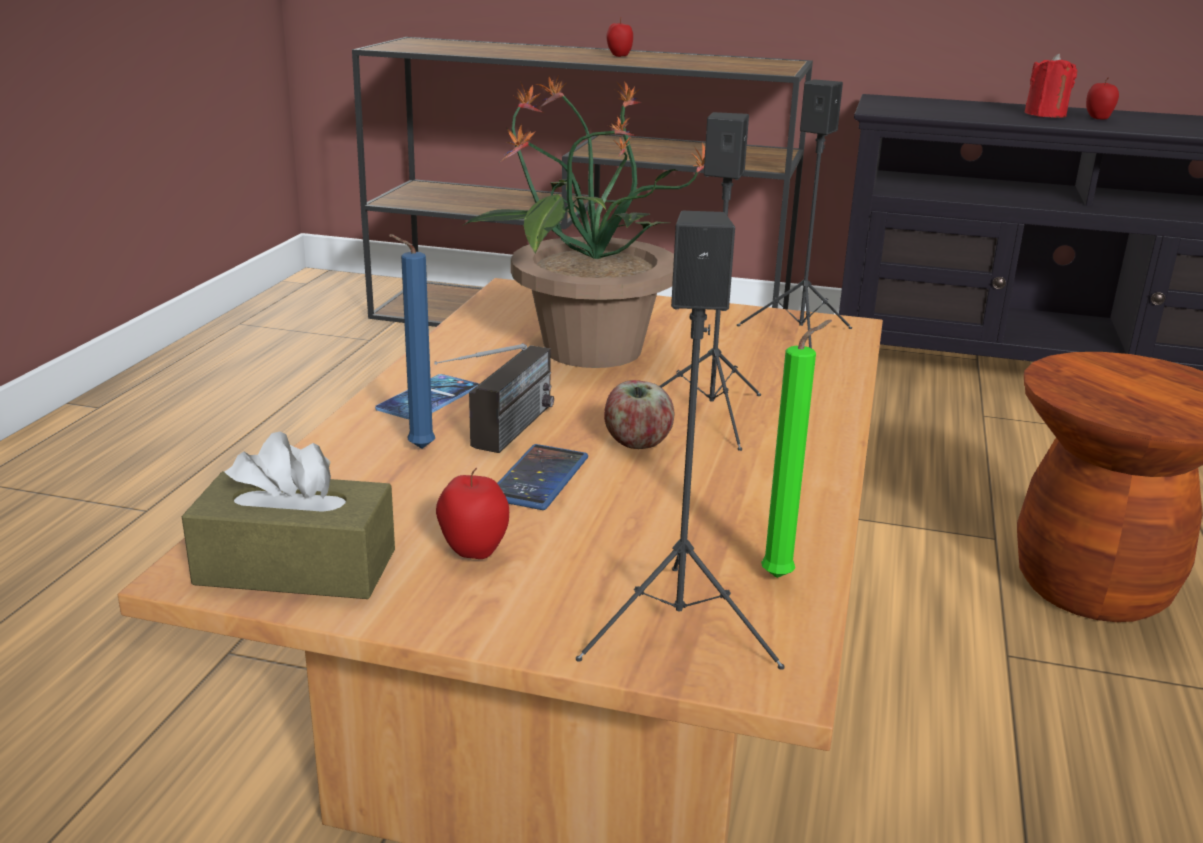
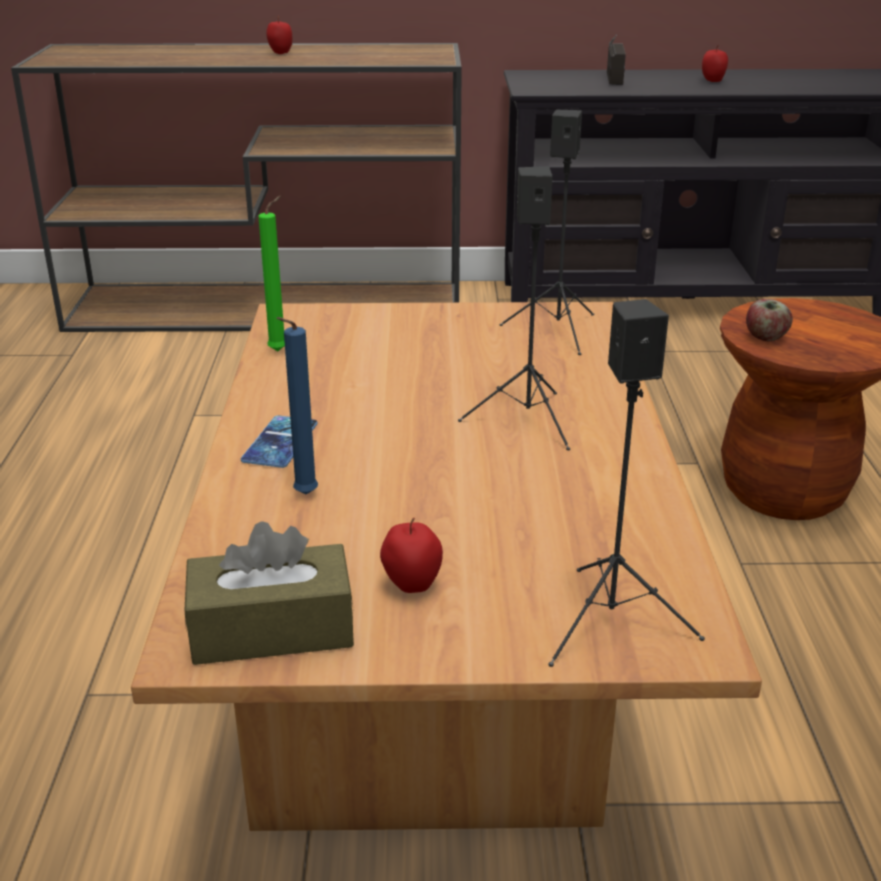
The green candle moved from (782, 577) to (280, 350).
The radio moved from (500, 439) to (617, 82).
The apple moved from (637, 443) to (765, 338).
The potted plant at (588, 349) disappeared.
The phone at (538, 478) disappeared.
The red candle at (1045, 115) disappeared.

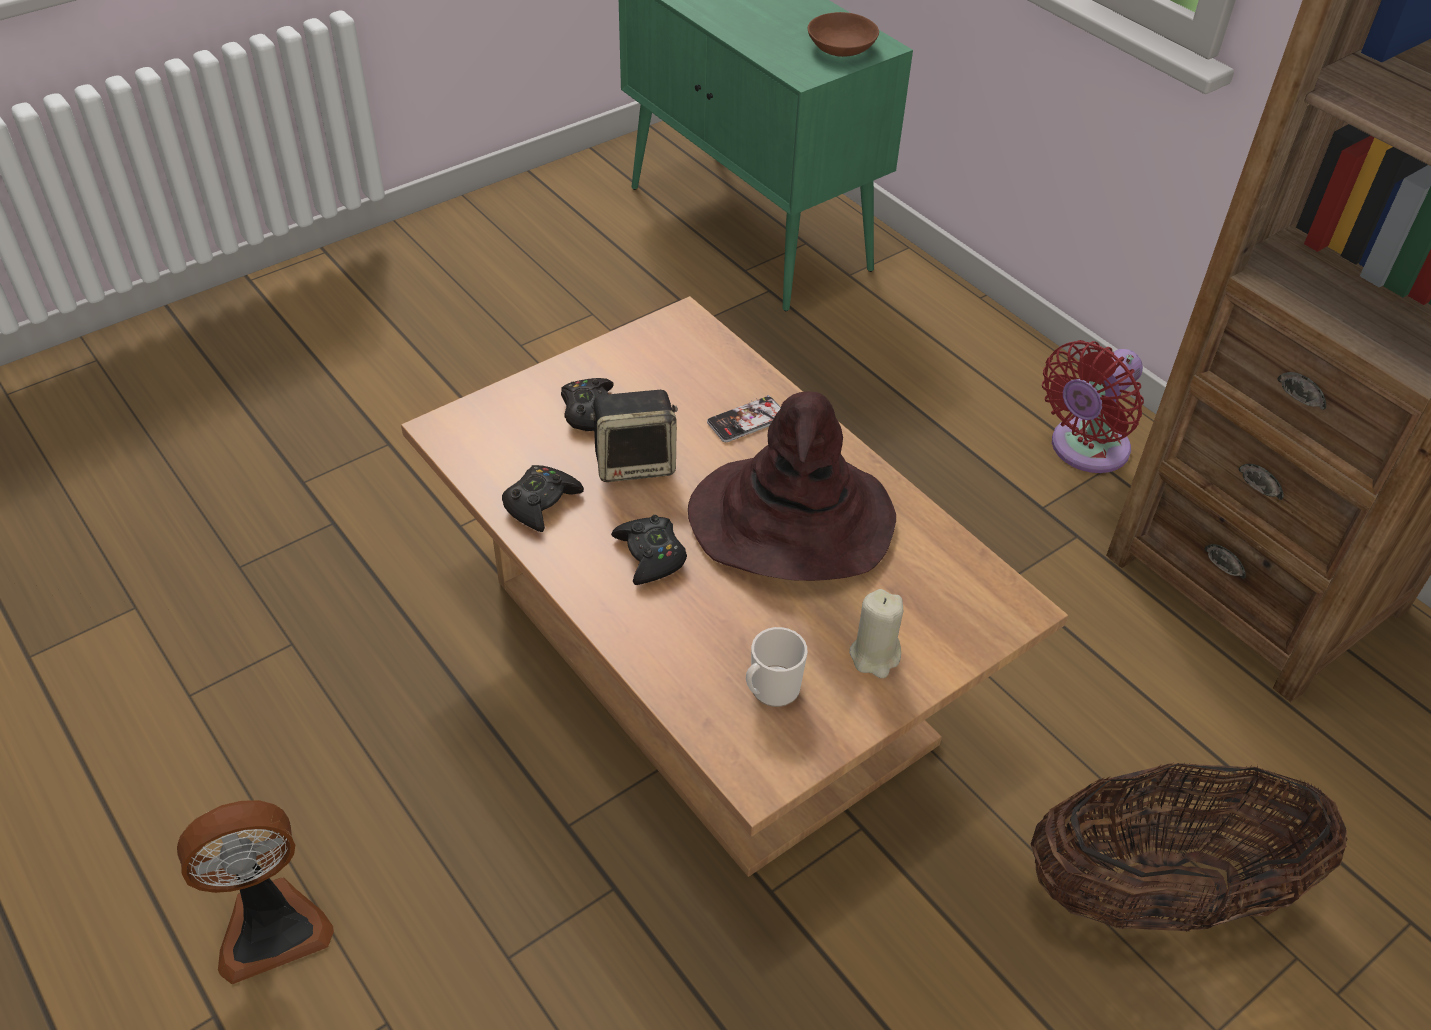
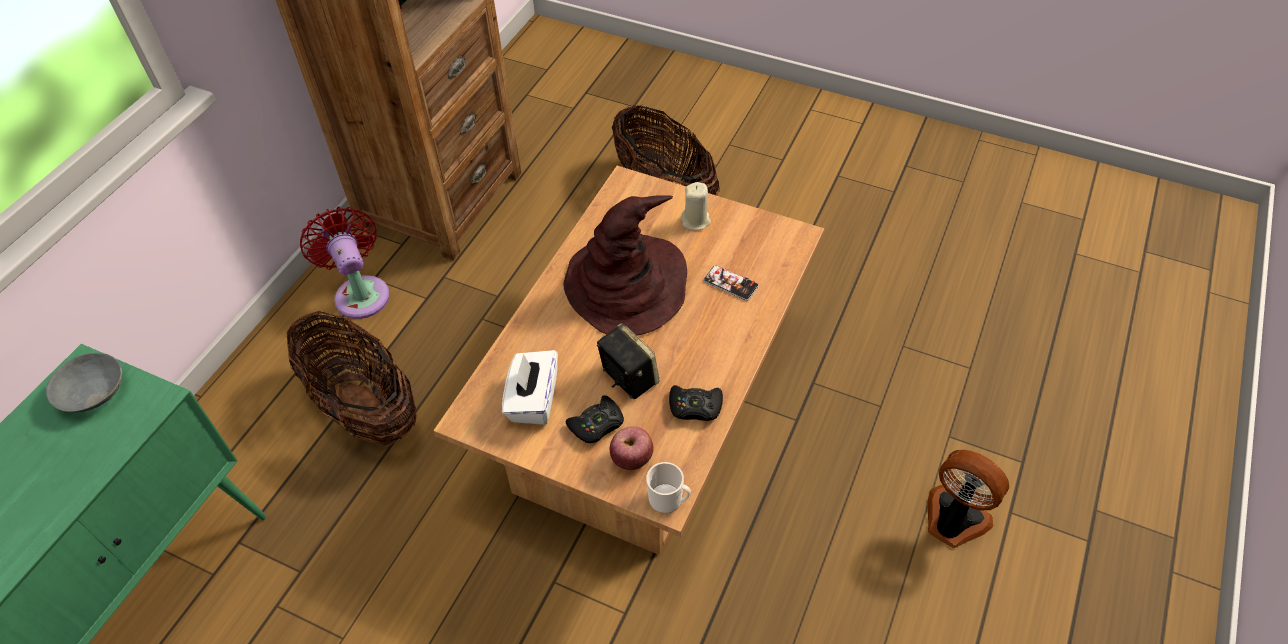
The brown bowl at (839, 47) became the grey bowl at (92, 393).
The basket at (364, 408) appeared.
The red fan at (1084, 450) turned 135 degrees counterclockwise.
The white tissue box at (533, 400) appeared.
The apple at (632, 459) appeared.
The mug moved from (770, 690) to (669, 500).
The phone moved from (747, 420) to (730, 283).
The black game controller at (650, 555) disappeared.

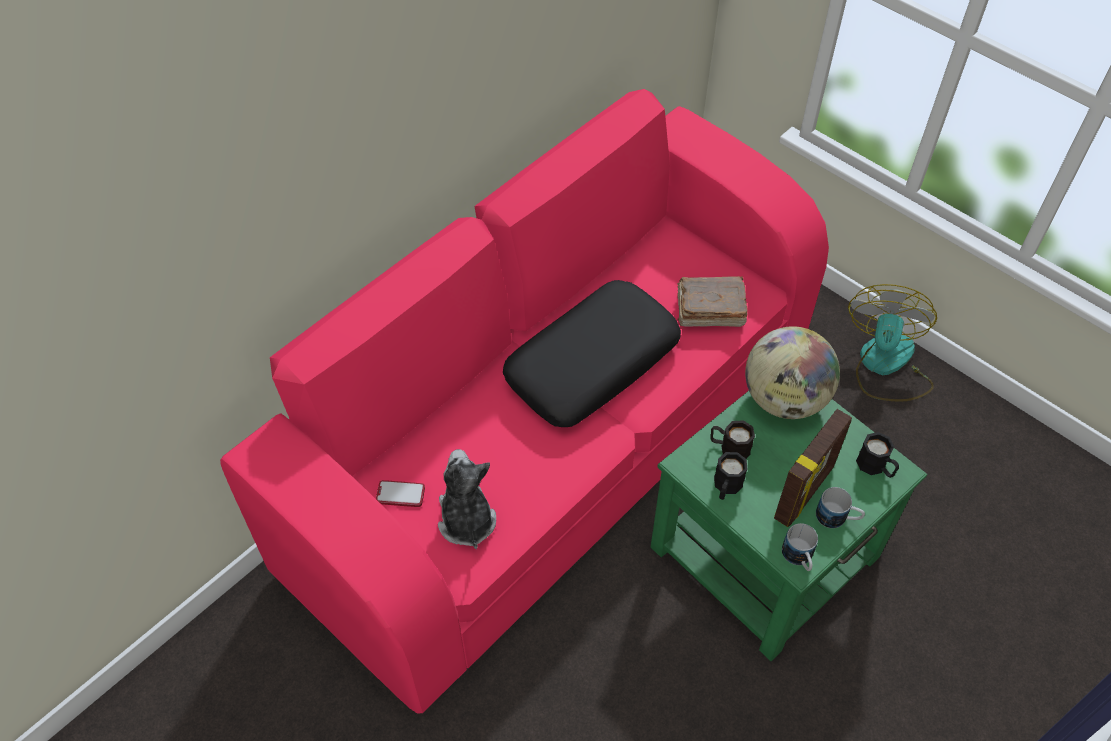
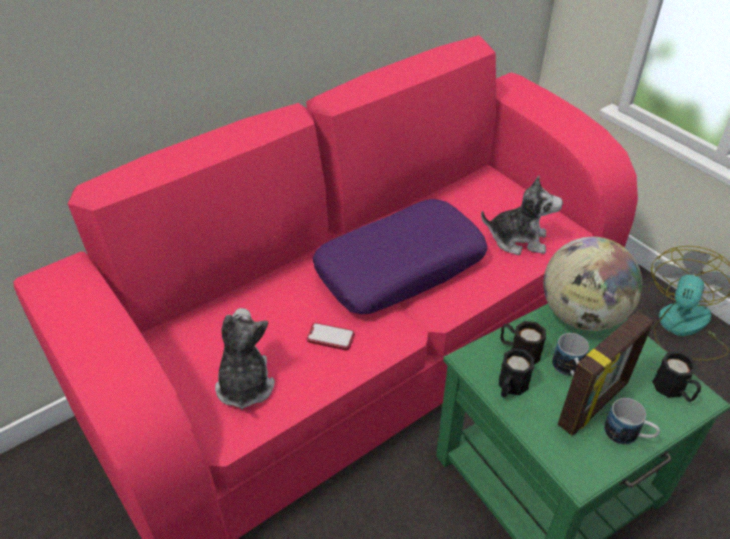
The phone moved from (400, 494) to (330, 337).
The black pillow at (592, 363) became the purple pillow at (400, 267).
The brown book at (709, 311) was replaced by the plush toy at (518, 239).
The mug moved from (799, 558) to (568, 370).

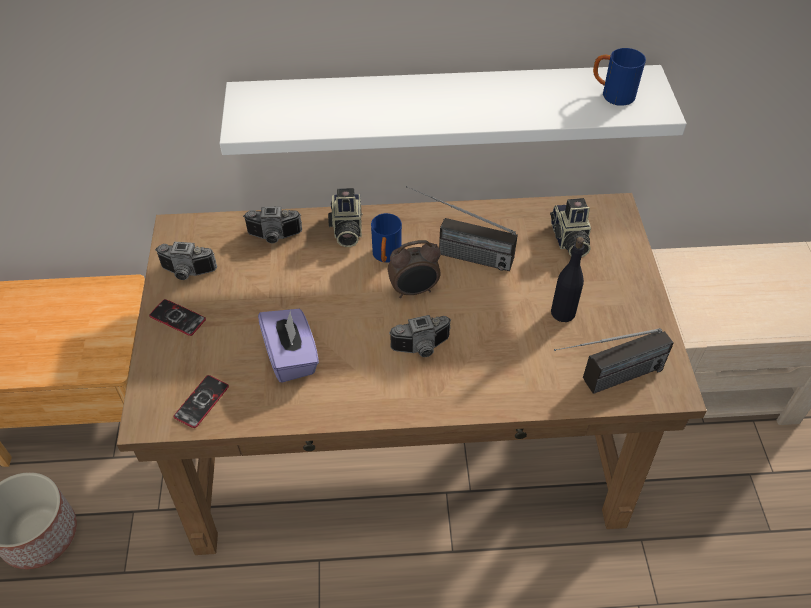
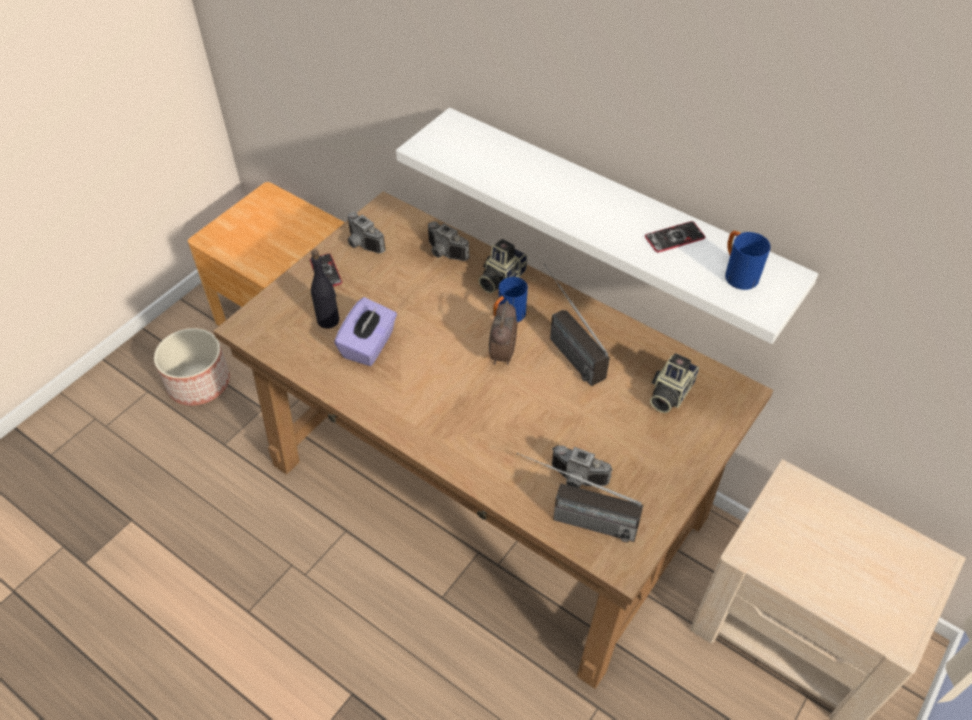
The black bottle moved from (563, 312) to (328, 320).
The alarm clock at (414, 291) turned 75 degrees clockwise.
The photo camera moved from (422, 348) to (576, 480).
The phone moved from (201, 402) to (674, 238).

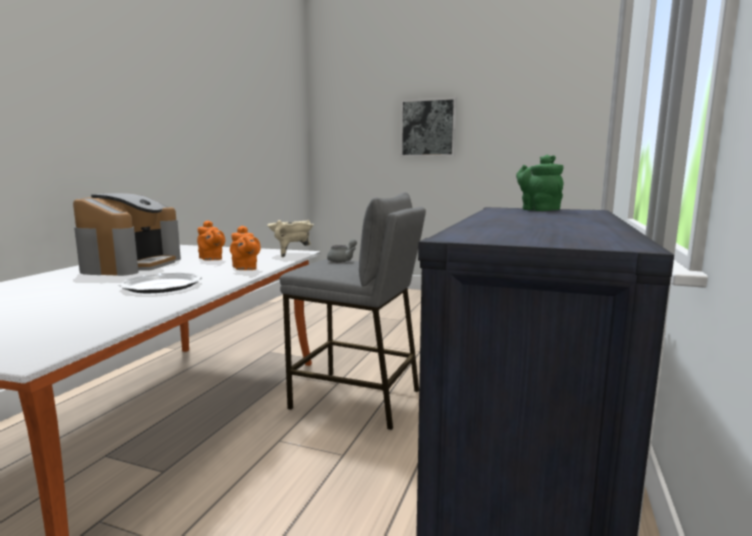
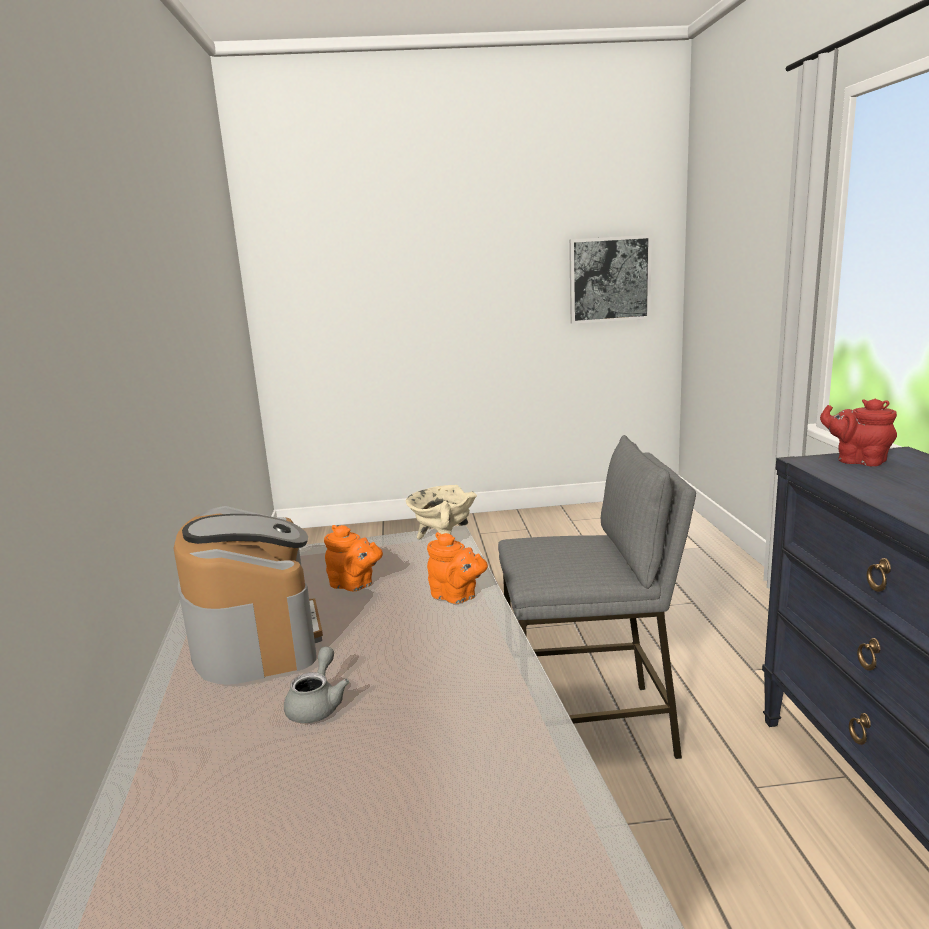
The grey teapot moved from (343, 260) to (317, 704).
The picture moved from (428, 128) to (609, 279).
The green teapot at (538, 209) became the red teapot at (857, 460).
The plate at (161, 286) disappeared.

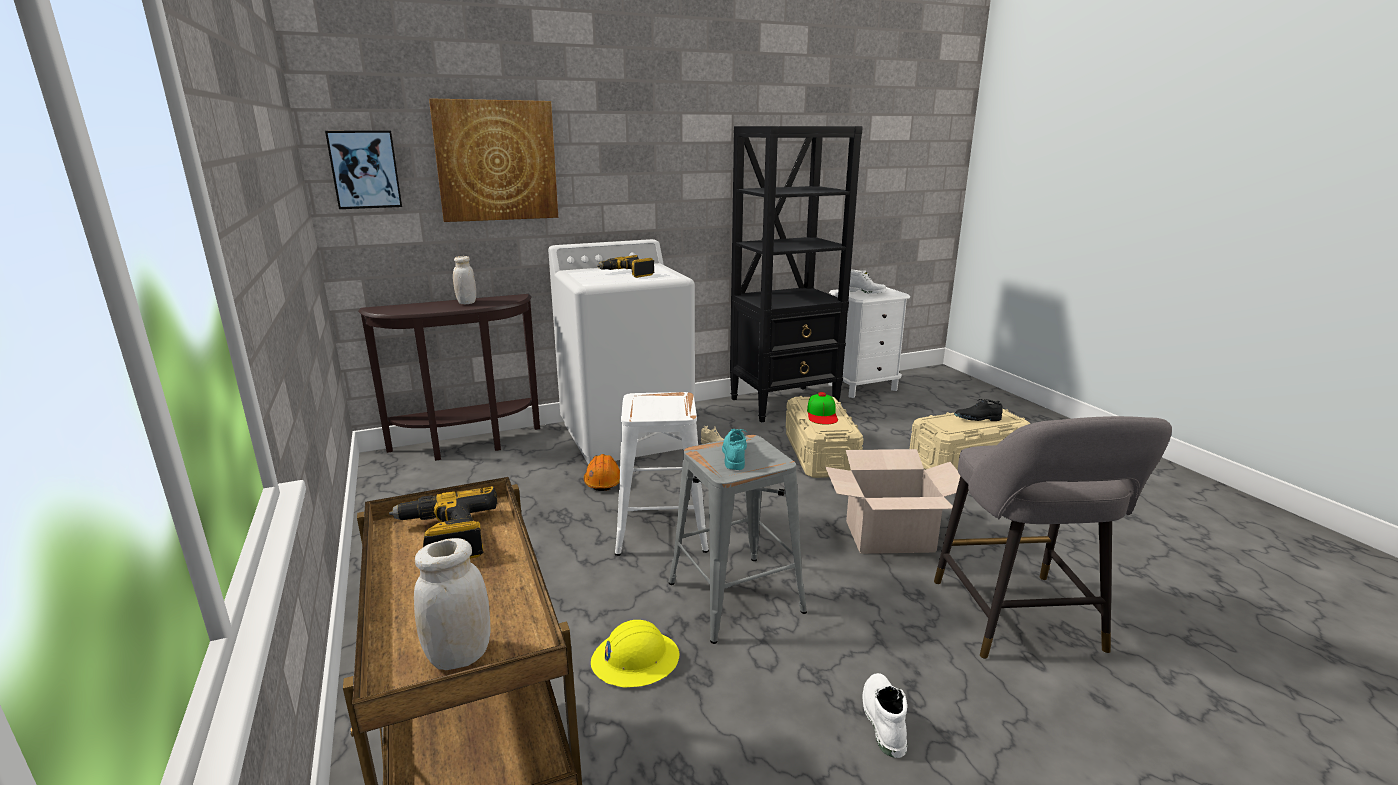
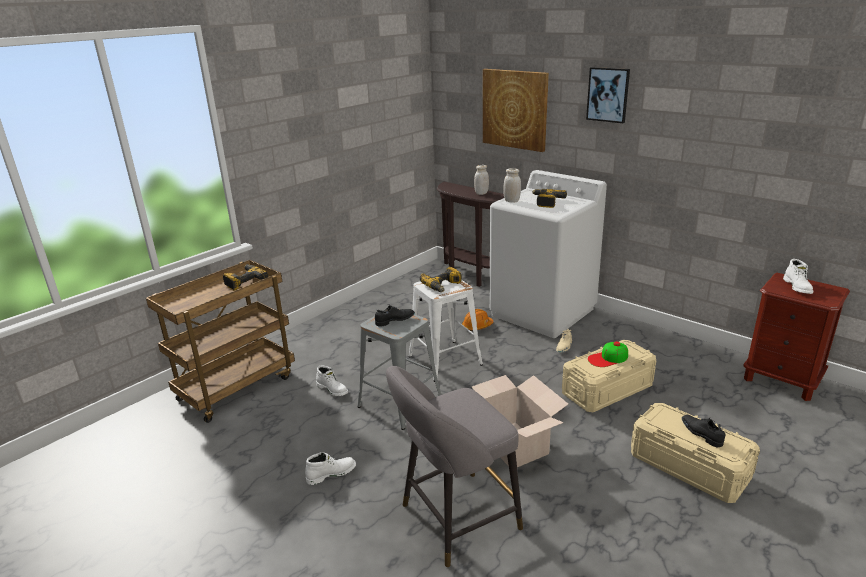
The yellow hard hat at (635, 660) was replaced by the white boot at (332, 389).
The turquoise shoe at (734, 455) became the black shoe at (395, 320).
The power drill at (443, 286) appeared.
The white jar moved from (459, 656) to (511, 201).
The picture moved from (365, 169) to (608, 94).
The white nightstand at (862, 387) became the brown nightstand at (781, 380).
The black bookcase at (784, 404) disappeared.

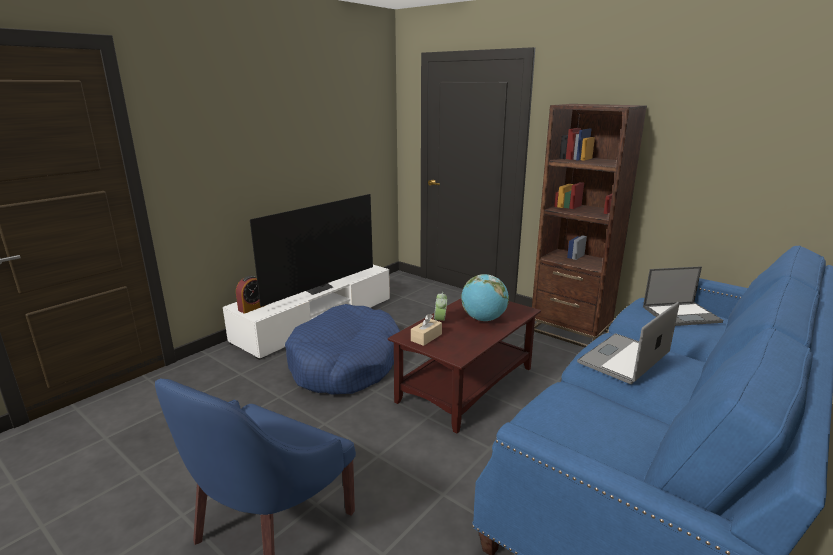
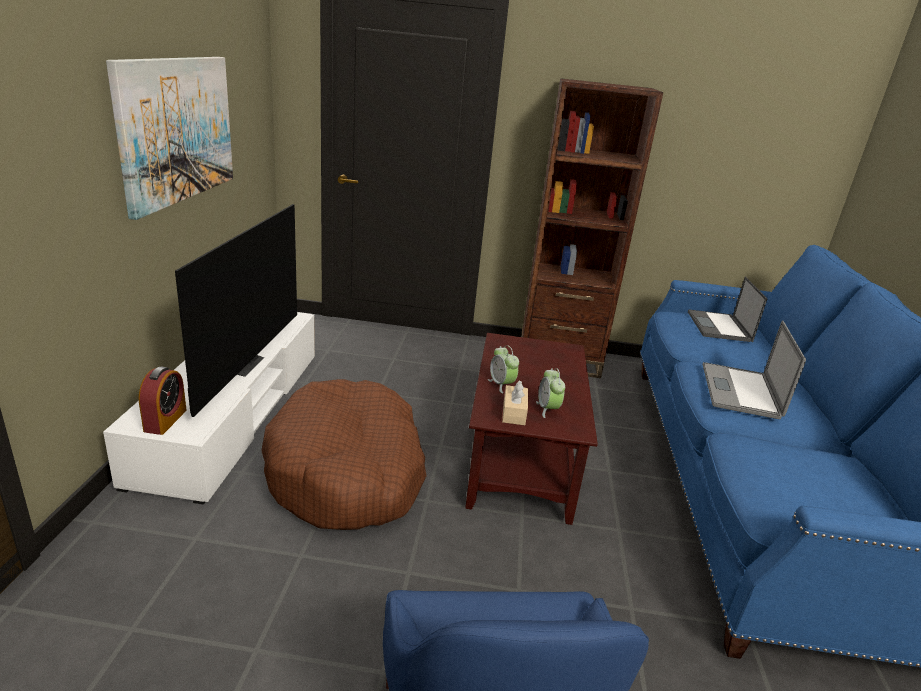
The picture at (177, 130) appeared.
The blue dog bed at (345, 364) became the brown dog bed at (347, 472).
The alarm clock at (548, 409) appeared.
The laptop at (681, 314) turned 135 degrees clockwise.
The globe at (483, 319) disappeared.

